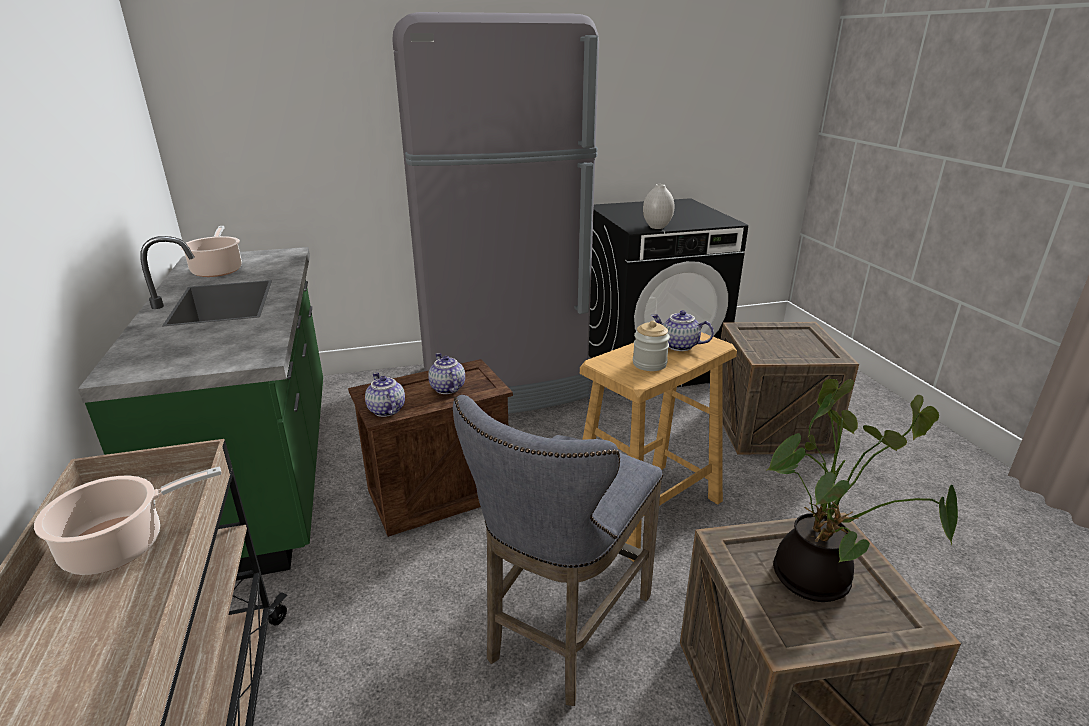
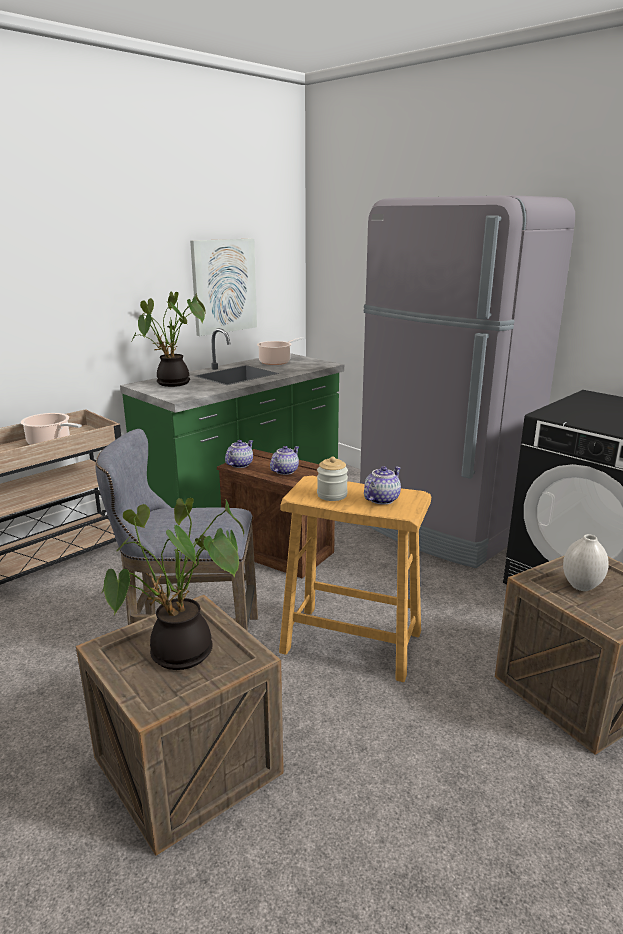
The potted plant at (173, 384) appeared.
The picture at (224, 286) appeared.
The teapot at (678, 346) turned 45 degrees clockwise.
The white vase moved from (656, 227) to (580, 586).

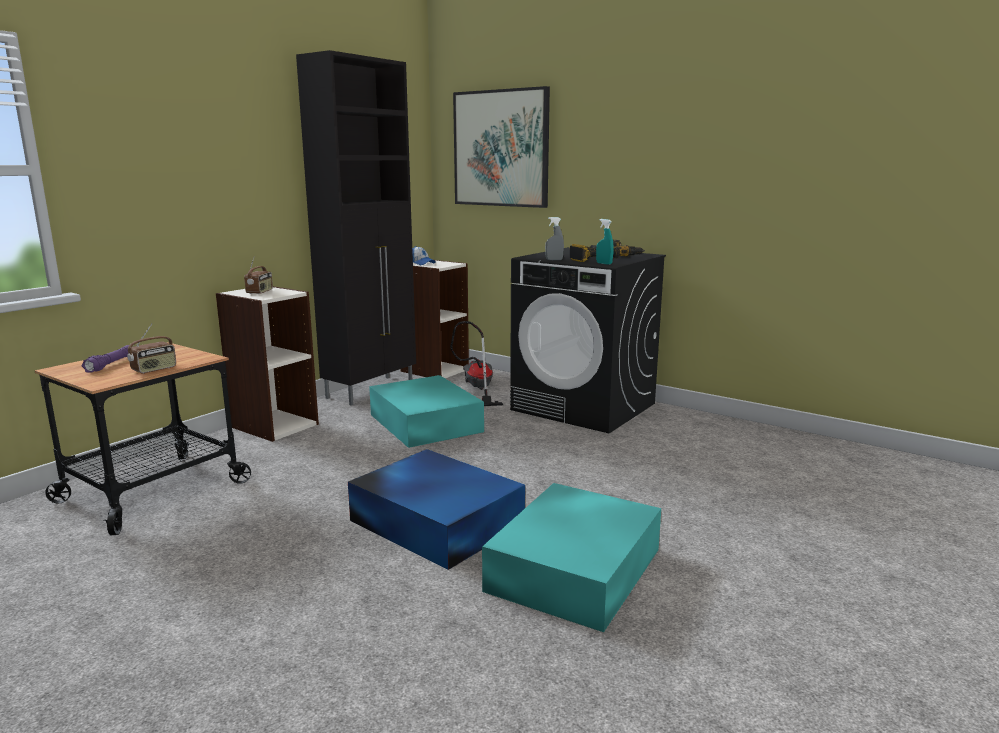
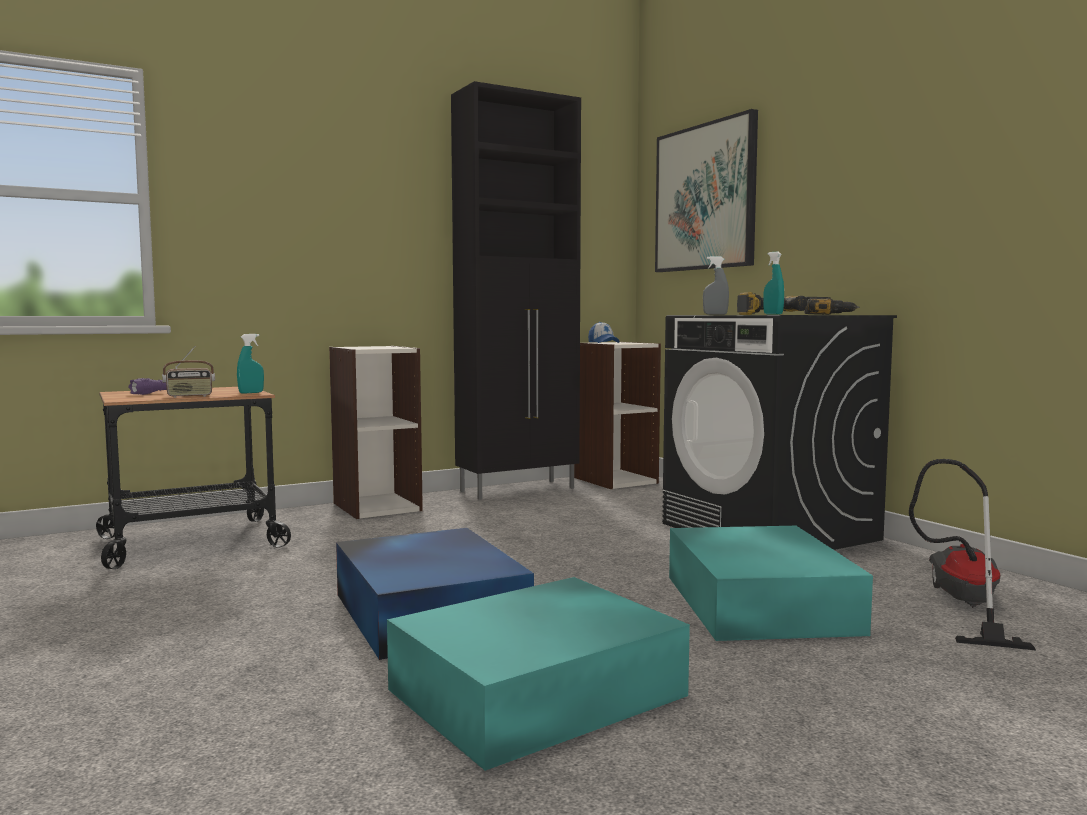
The turquoise spray bottle at (251, 393) appeared.
The turquoise storage box moved from (425, 422) to (759, 603).
The vacuum cleaner moved from (477, 389) to (963, 605).
The radio at (260, 292) disappeared.

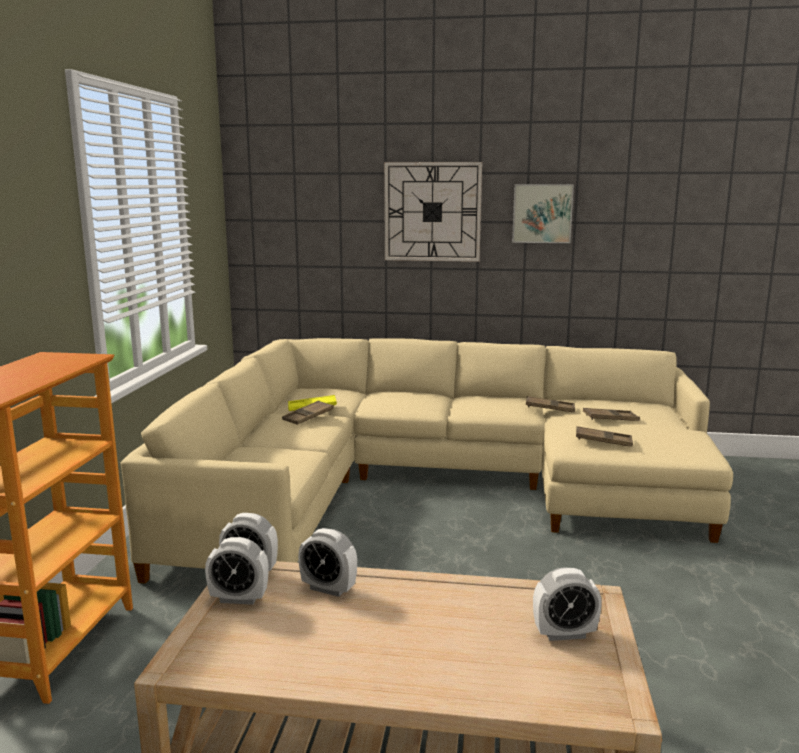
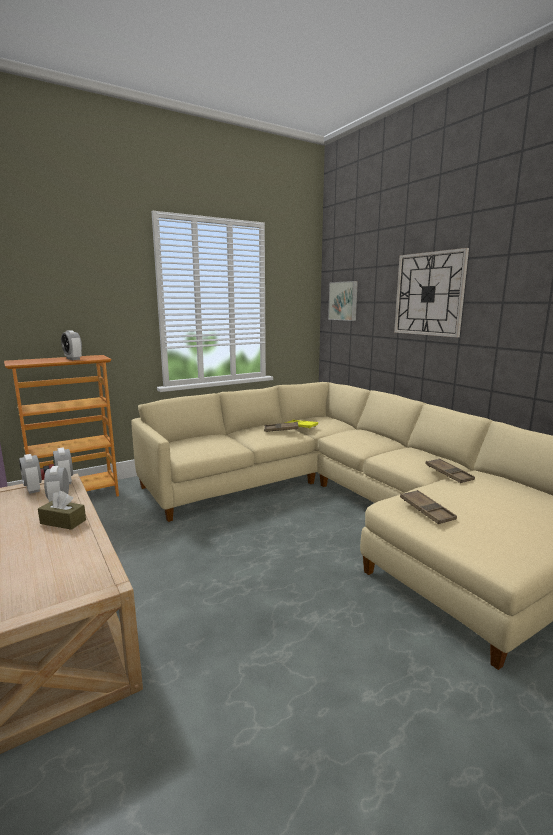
The brown tissue box at (63, 522) appeared.
The alarm clock moved from (564, 634) to (73, 359).
The picture moved from (542, 213) to (344, 301).
The brown tray at (610, 418) disappeared.

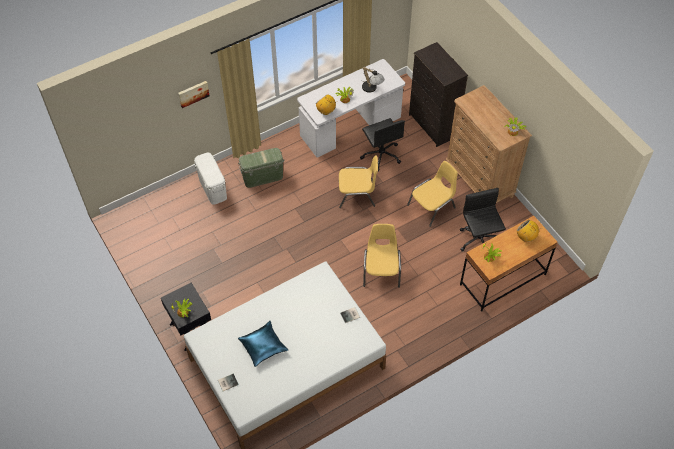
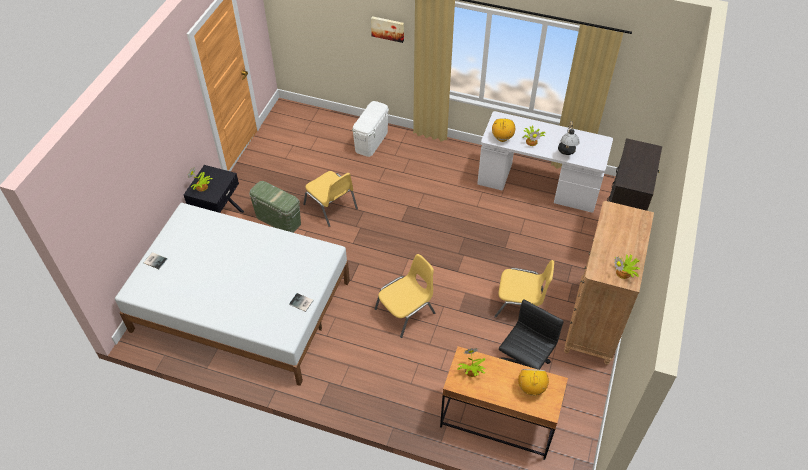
The green storage box moved from (263, 177) to (278, 219).
The yellow chair moved from (357, 194) to (331, 207).
The blue pillow at (263, 346) disappeared.
The black office chair at (381, 155) disappeared.

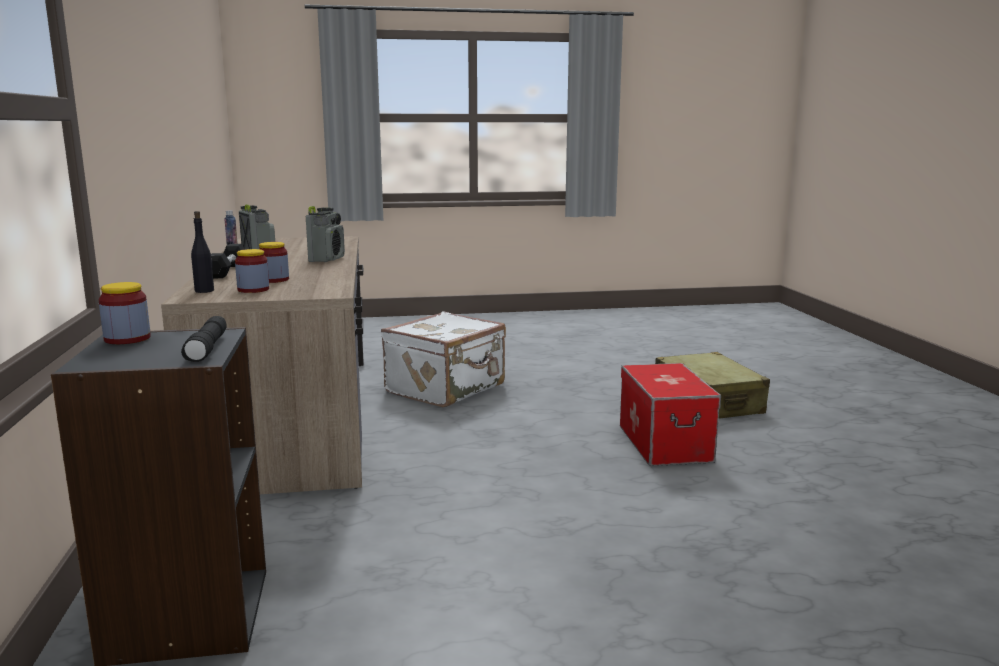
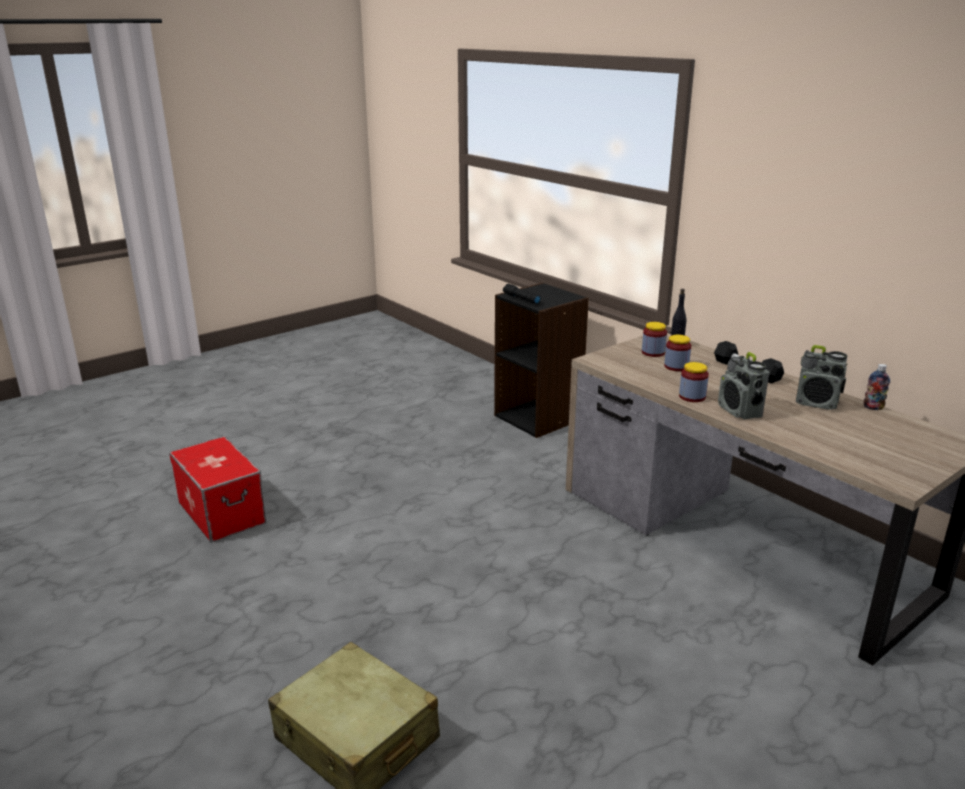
The storage box moved from (664, 443) to (222, 512).
The jar moved from (127, 339) to (692, 397).
The white suitcase at (447, 389) disappeared.

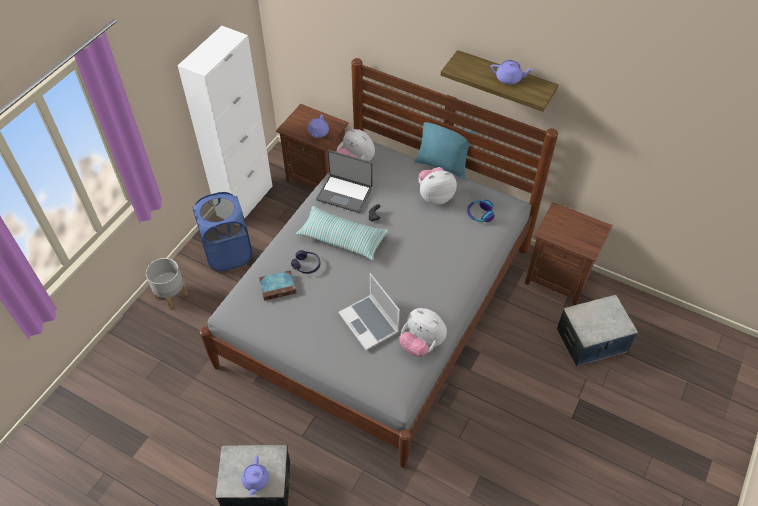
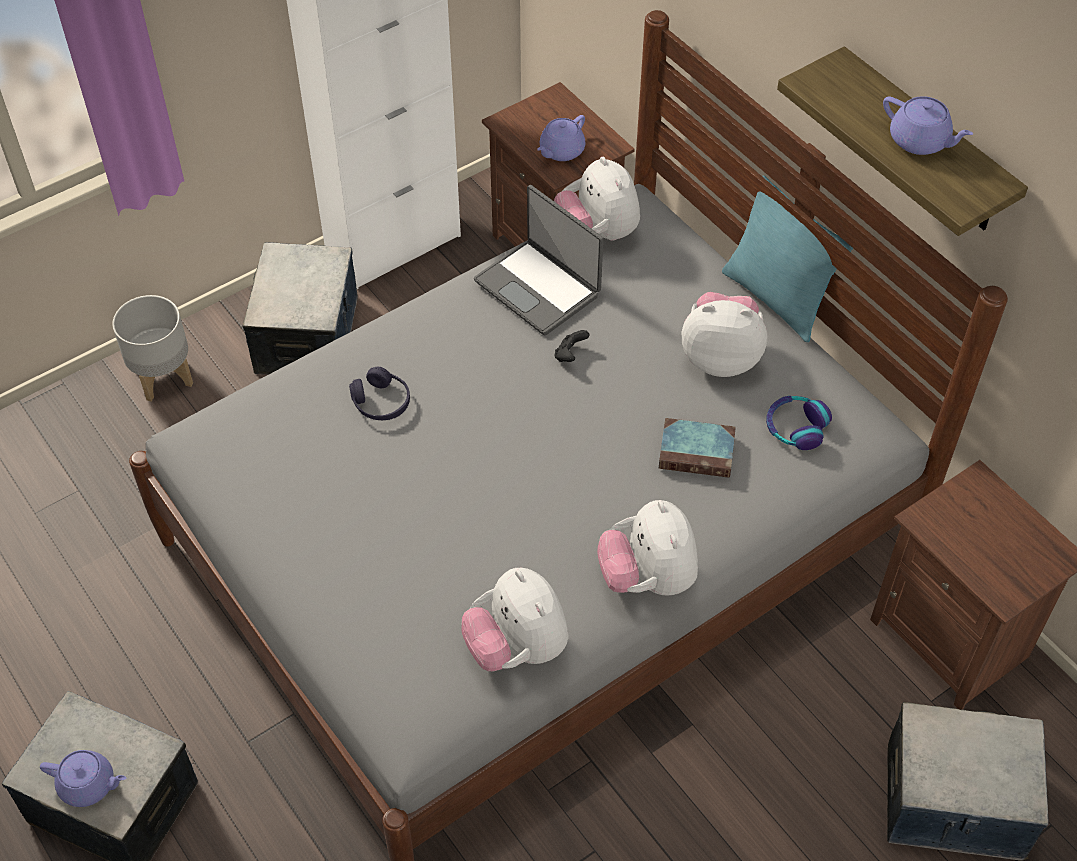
The purple teapot at (255, 481) turned 105 degrees counterclockwise.
The blue laundry basket at (228, 253) was replaced by the storage box at (308, 335).
The plush toy at (647, 578) appeared.
The book moved from (278, 287) to (698, 452).
The pillow at (342, 238) disappeared.
The laptop at (370, 323) disappeared.

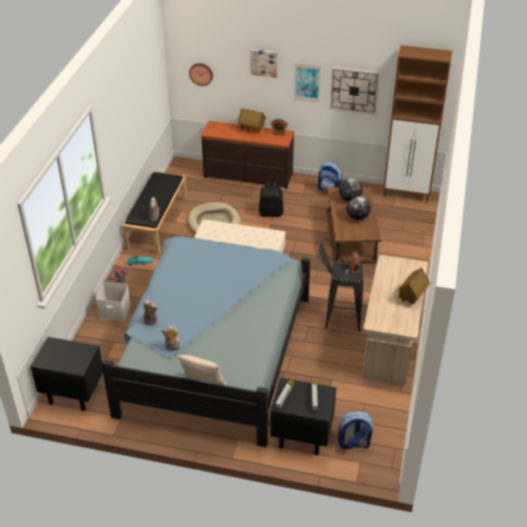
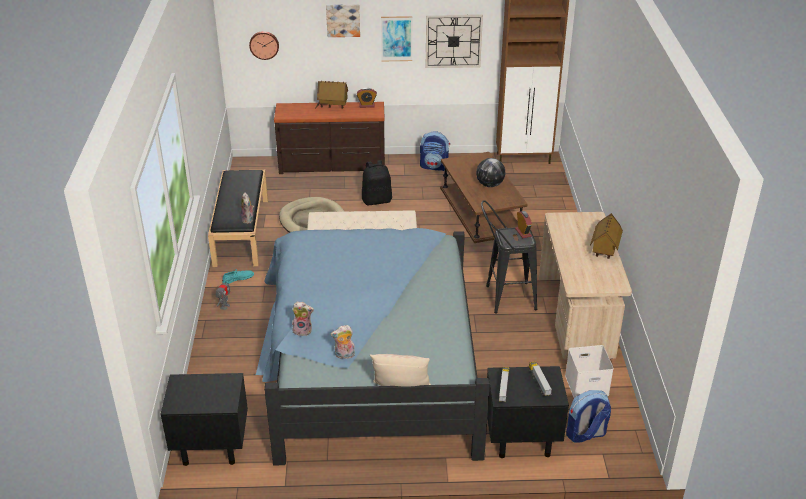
The white storage box moved from (114, 311) to (586, 385).
The globe at (349, 199) disappeared.

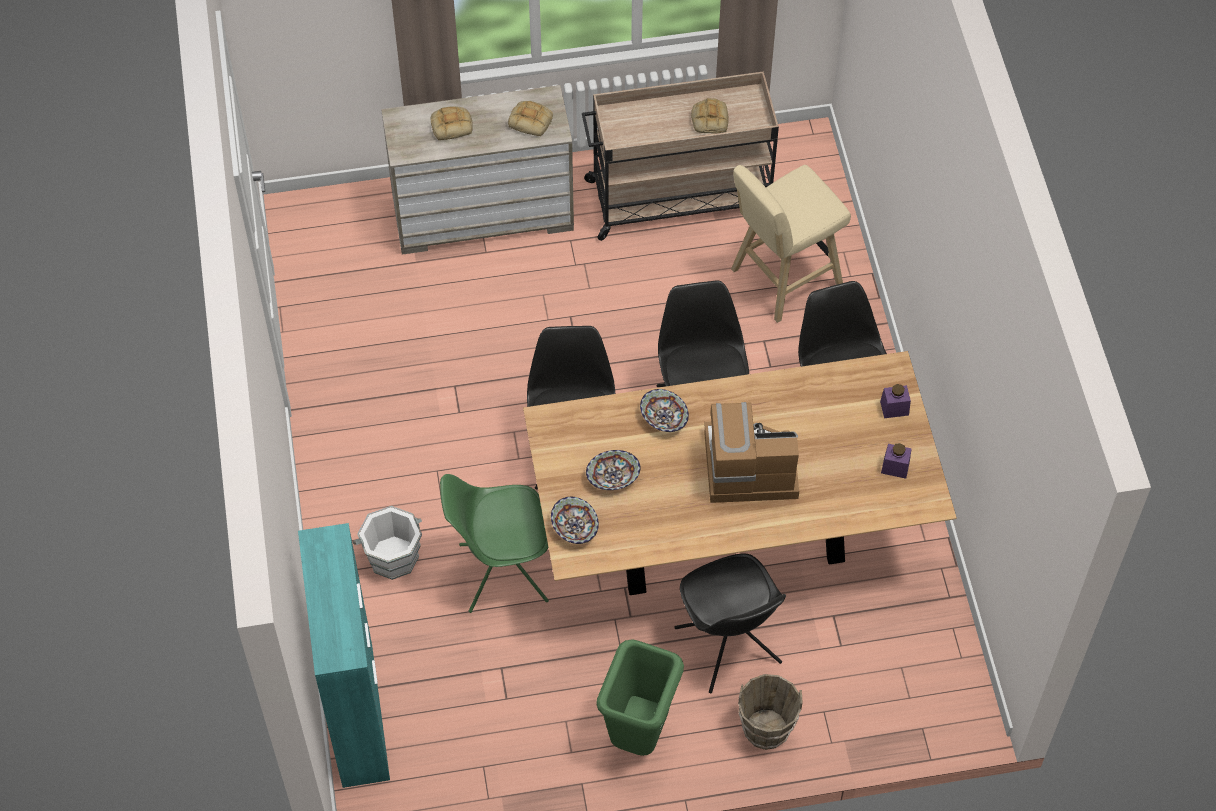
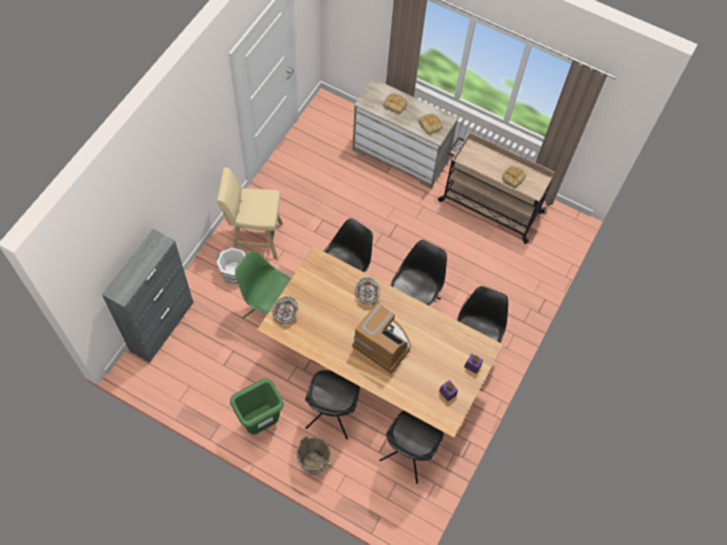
The turquoise cabinet at (358, 714) became the grey cabinet at (162, 326).
The beige stool moved from (782, 279) to (254, 238).
The black chair at (408, 454) appeared.
The bowl at (613, 477) disappeared.

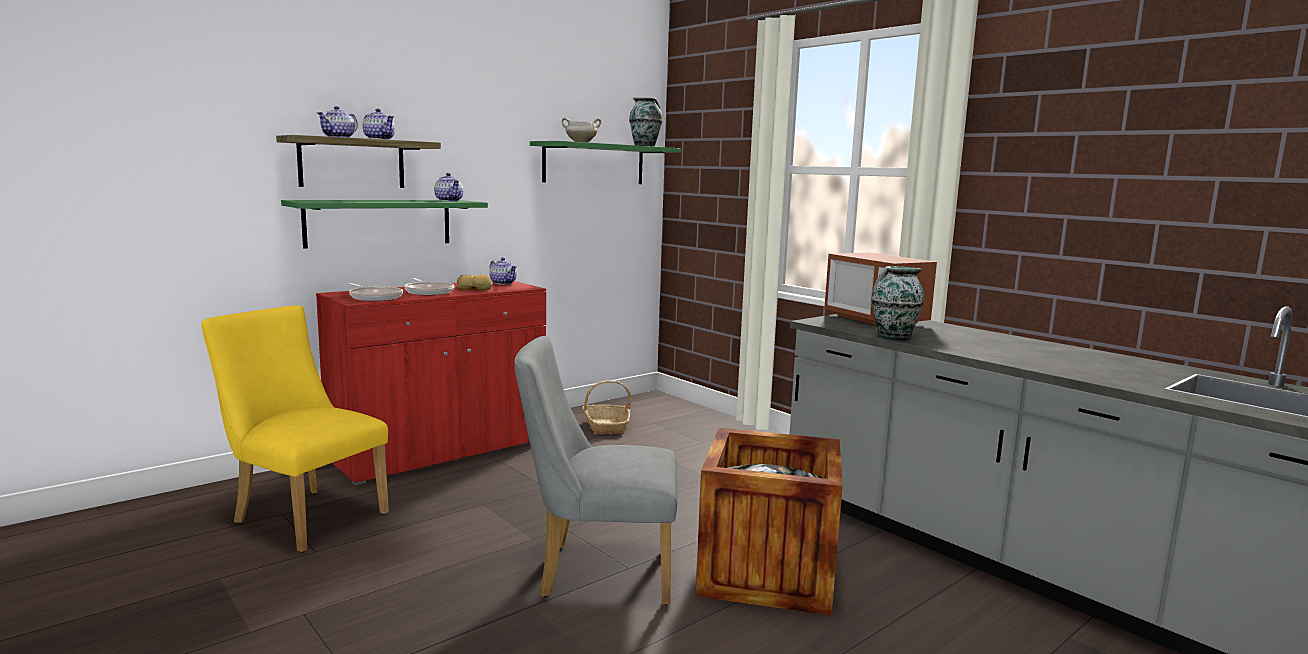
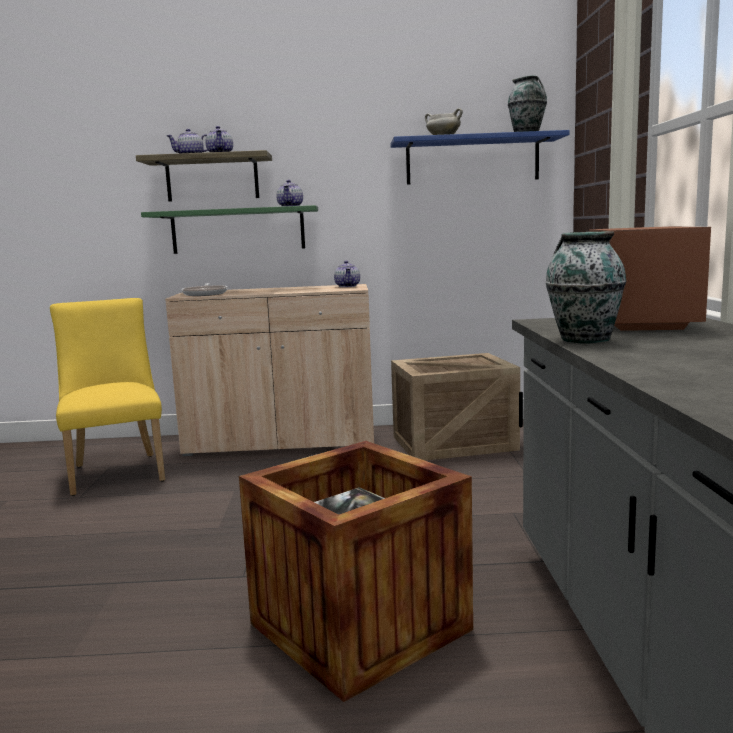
The red cabinet at (440, 451) became the beige cabinet at (281, 441).
The green shelf at (594, 164) became the blue shelf at (472, 161).
The basket at (605, 426) was replaced by the crate at (452, 443).
The frying pan at (428, 292) disappeared.
The bread at (474, 289) disappeared.
The grey chair at (596, 572) disappeared.

